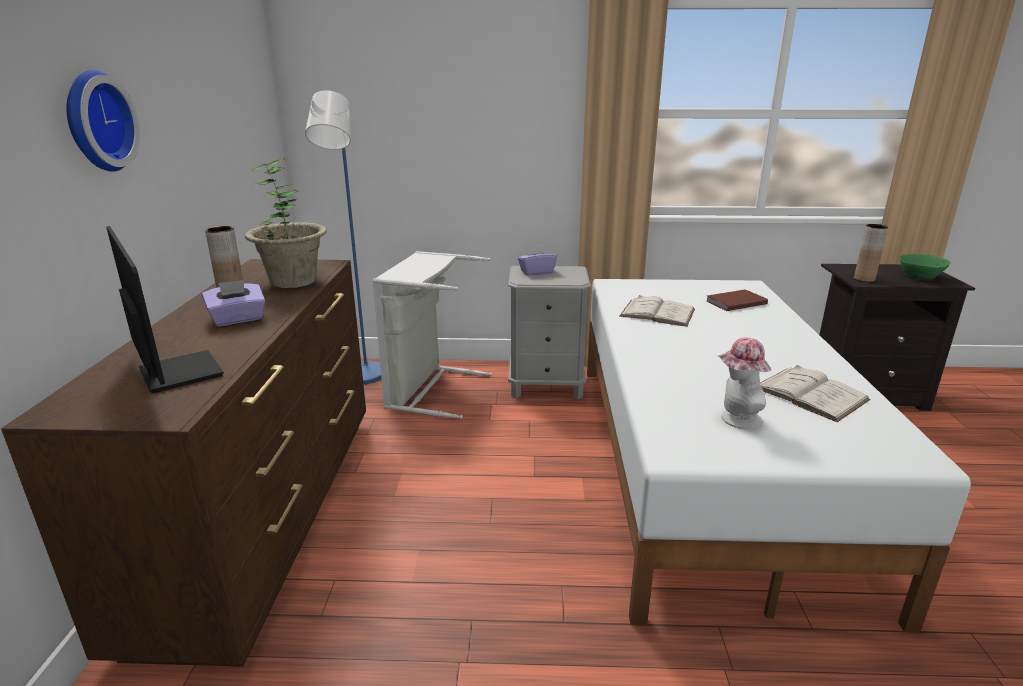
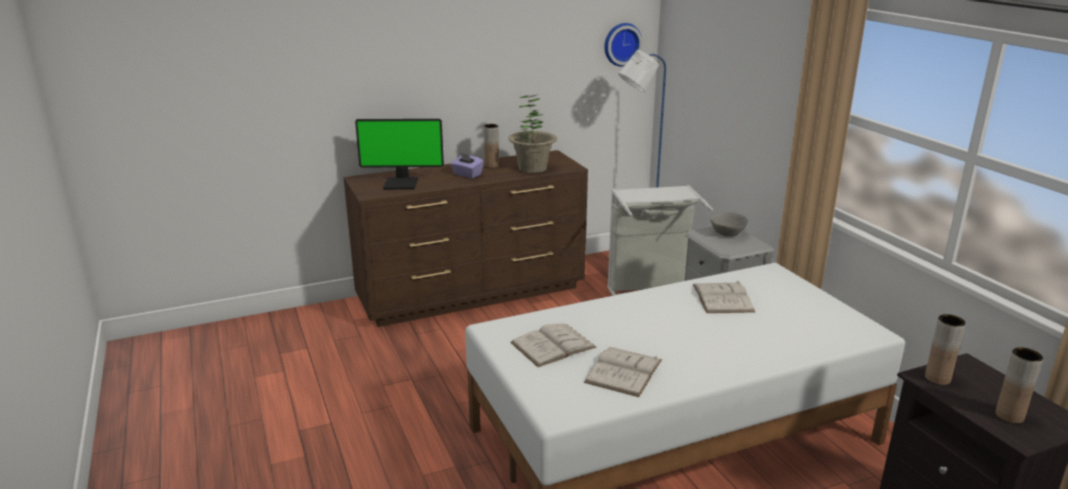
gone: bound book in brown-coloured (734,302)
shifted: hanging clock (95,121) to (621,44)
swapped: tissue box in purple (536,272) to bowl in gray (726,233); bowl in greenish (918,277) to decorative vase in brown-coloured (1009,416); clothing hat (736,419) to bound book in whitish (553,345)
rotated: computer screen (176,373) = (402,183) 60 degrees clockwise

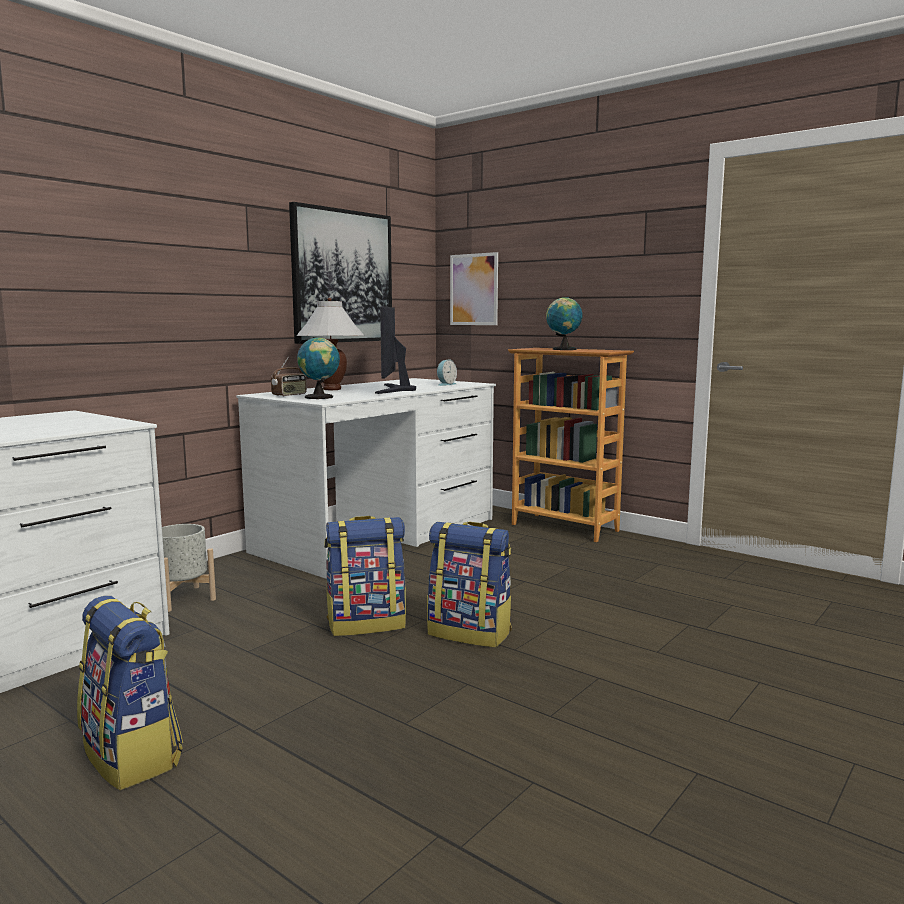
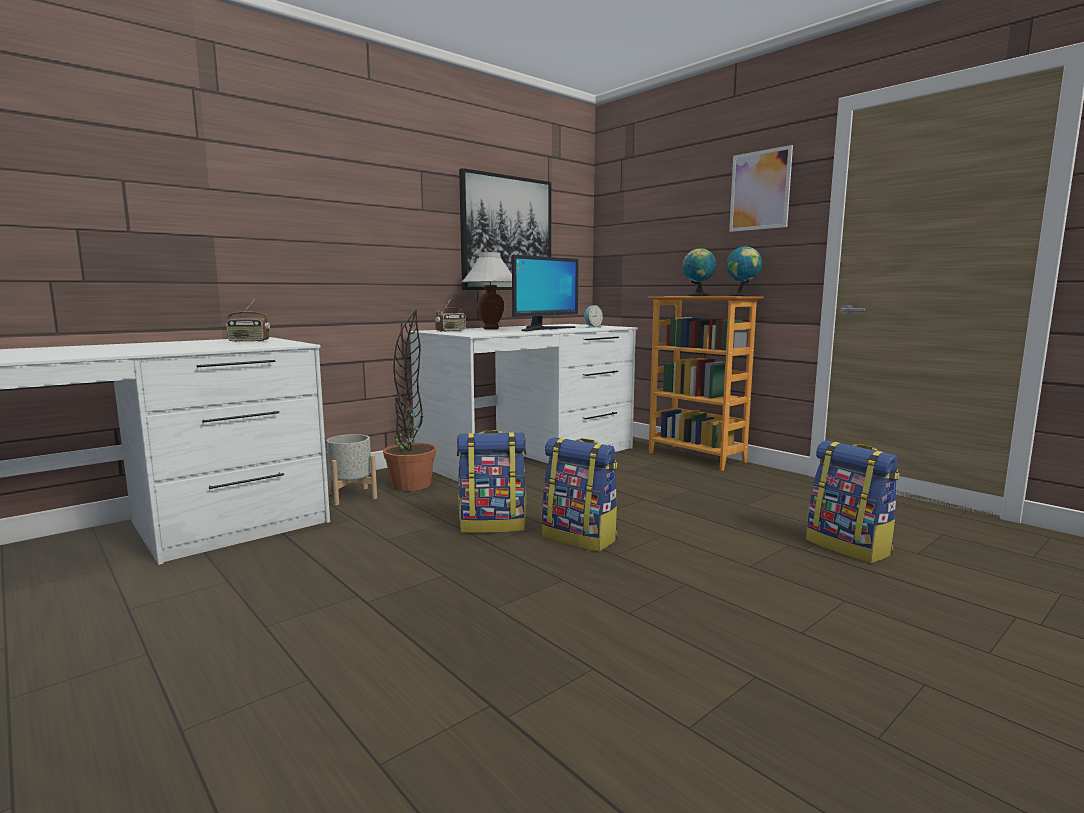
new: radio receiver (248,341); potted plant (411,485)
shifted: wall picture (474,289) to (760,190); globe (320,397) to (742,296); rucksack (133,755) to (849,547)
rotated: computer screen (394,389) = (543,329) 150 degrees counterclockwise

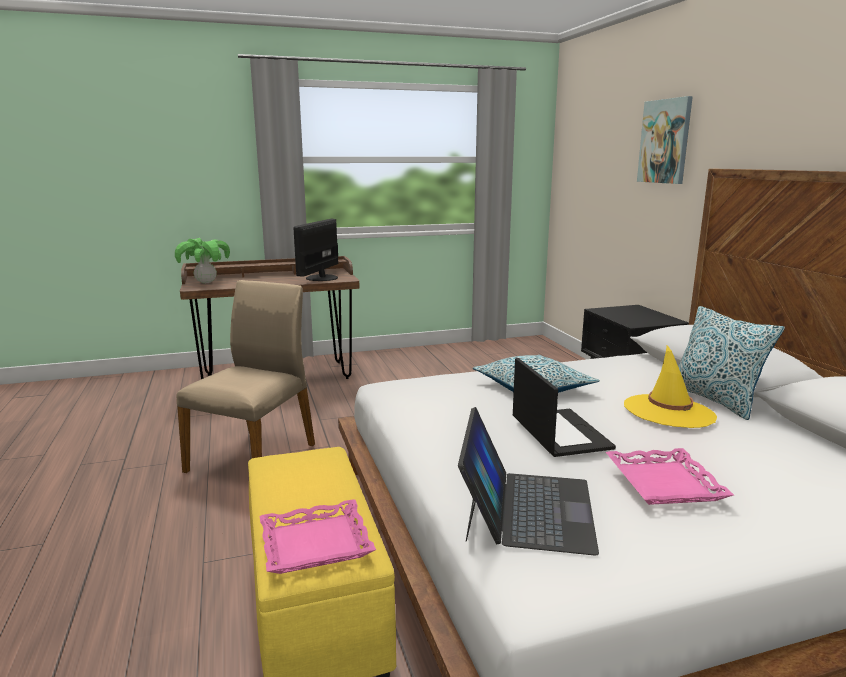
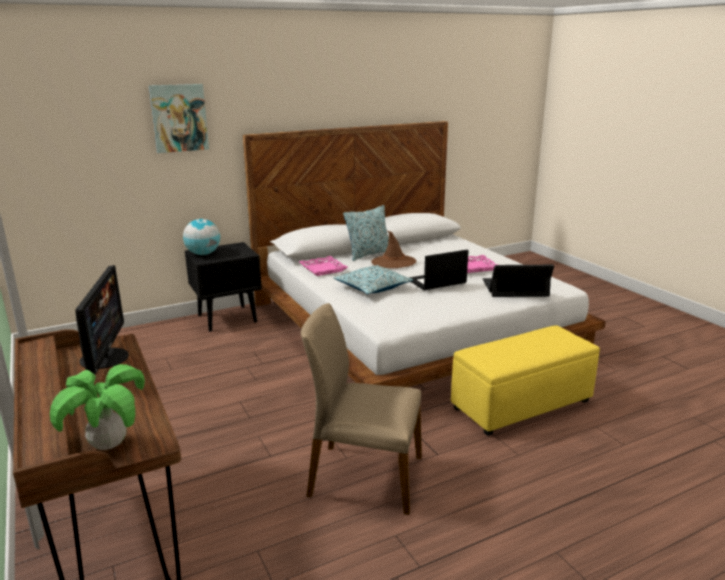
new: globe (203,254)
shifted: carrying tray in pinkish (315,544) to (323,269)
repainted: clothing hat in yellow-coloured (669,411) to clothing hat in brown-coloured (393,262)
rotated: computer screen (321,278) = (105,358) 105 degrees counterclockwise

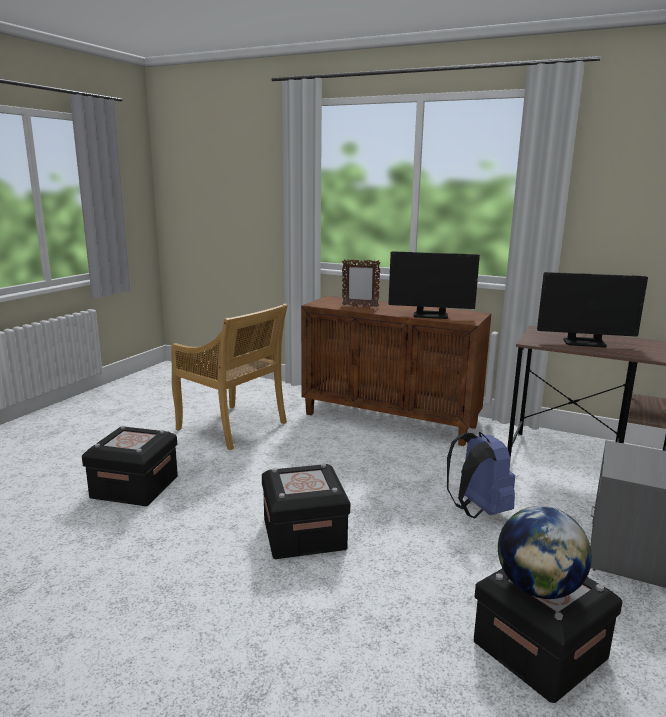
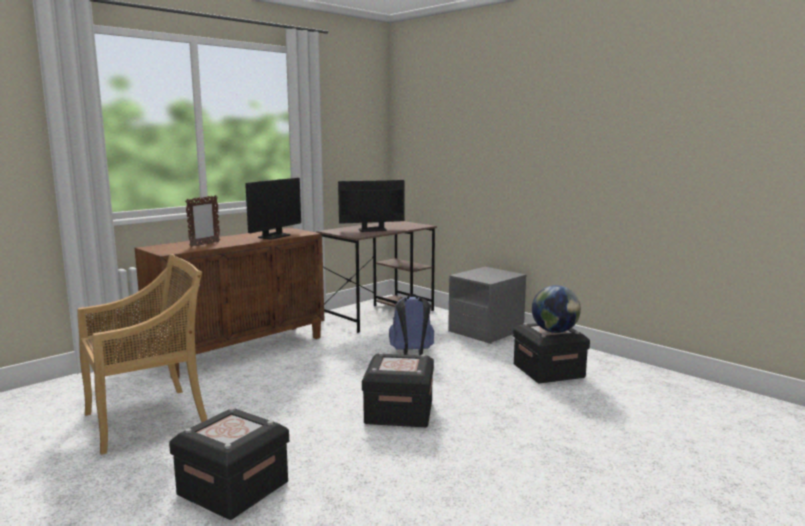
rotated: computer screen (584,343) = (372,230) 135 degrees counterclockwise

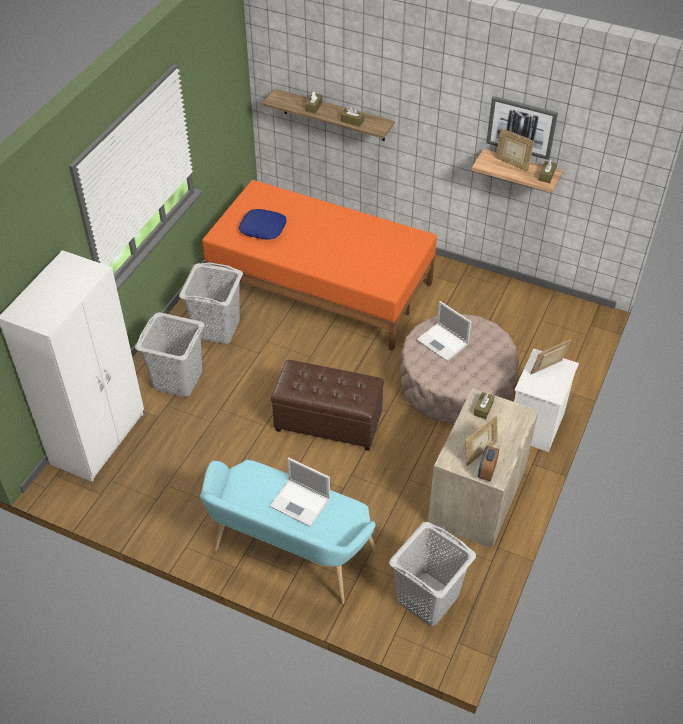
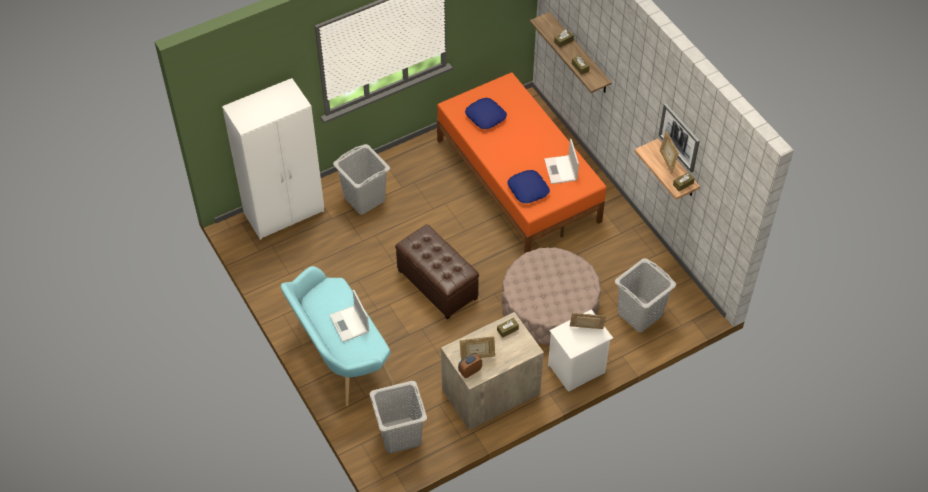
new: throw pillow in blue (528,189)
shifted: hamper in gray (217,328) to (640,314); portable computer (443,342) to (561,170)

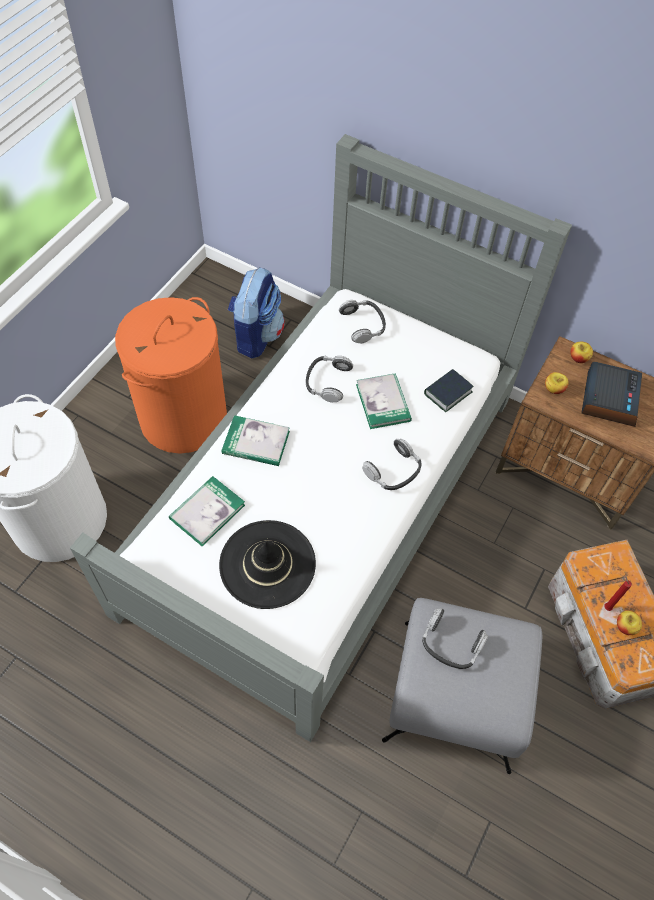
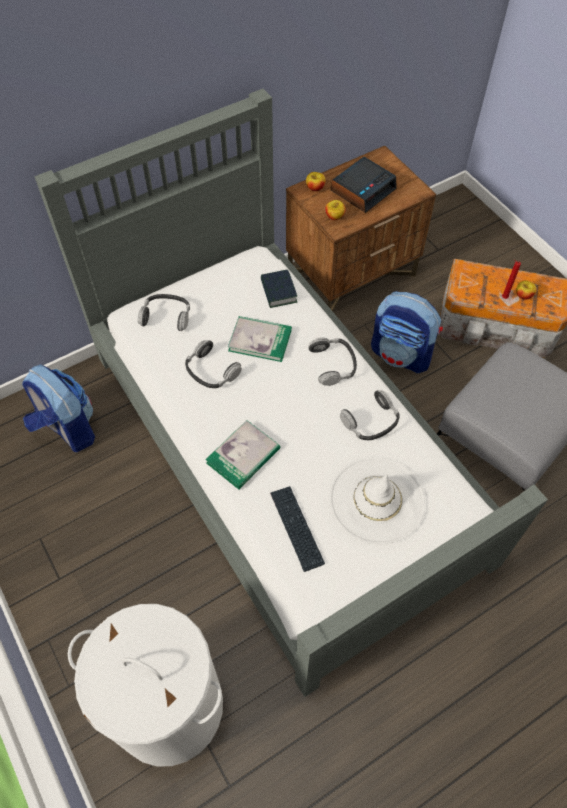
gone: hamper in orange (183,417)
new: rucksack (402,354)
shifted: headphones (451,644) to (371,421)
swapped: bound book (207,512) to PC keyboard (296,528)
repainted: clothing hat in blackish (267,564) to clothing hat in whitish (376,500)
rotated: table clock (609,398) = (363,189) 90 degrees clockwise

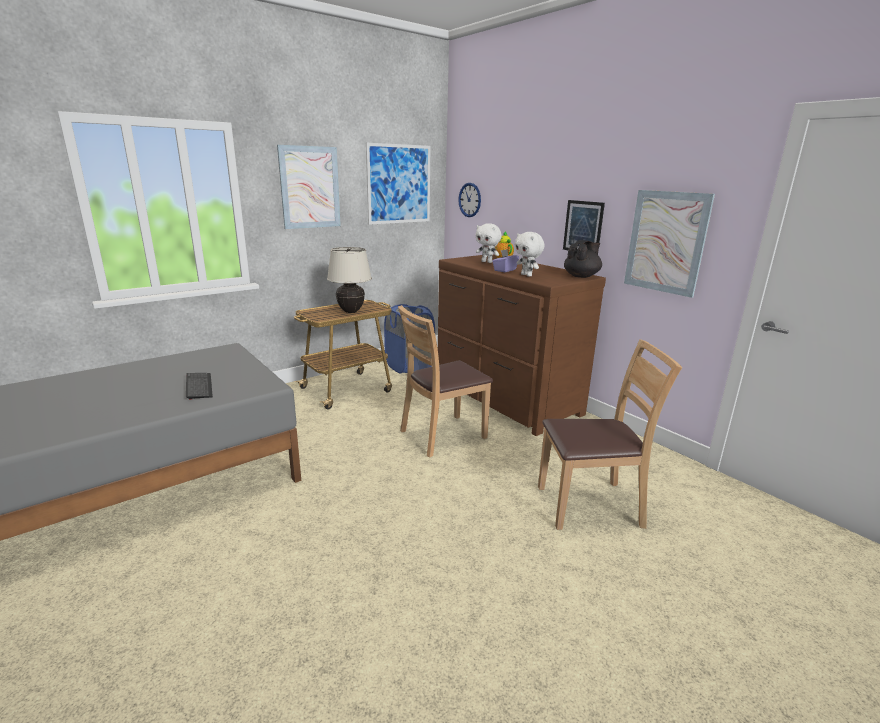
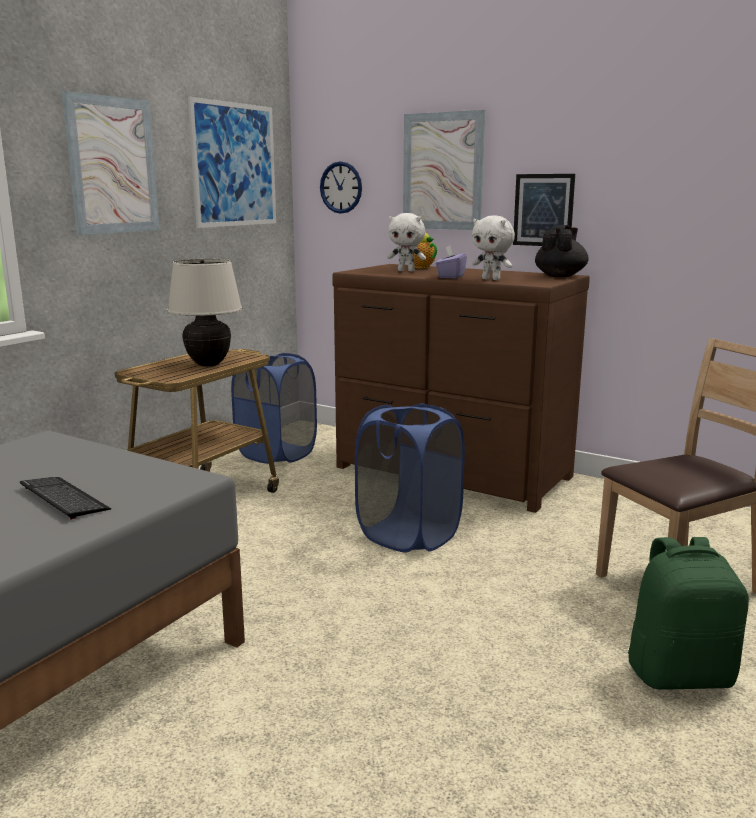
new: rucksack in greenish (680,674)
shifted: wall picture (666,242) to (443,171)
swapped: plain chair in brown-coloured (442,435) to hamper in blue (408,535)

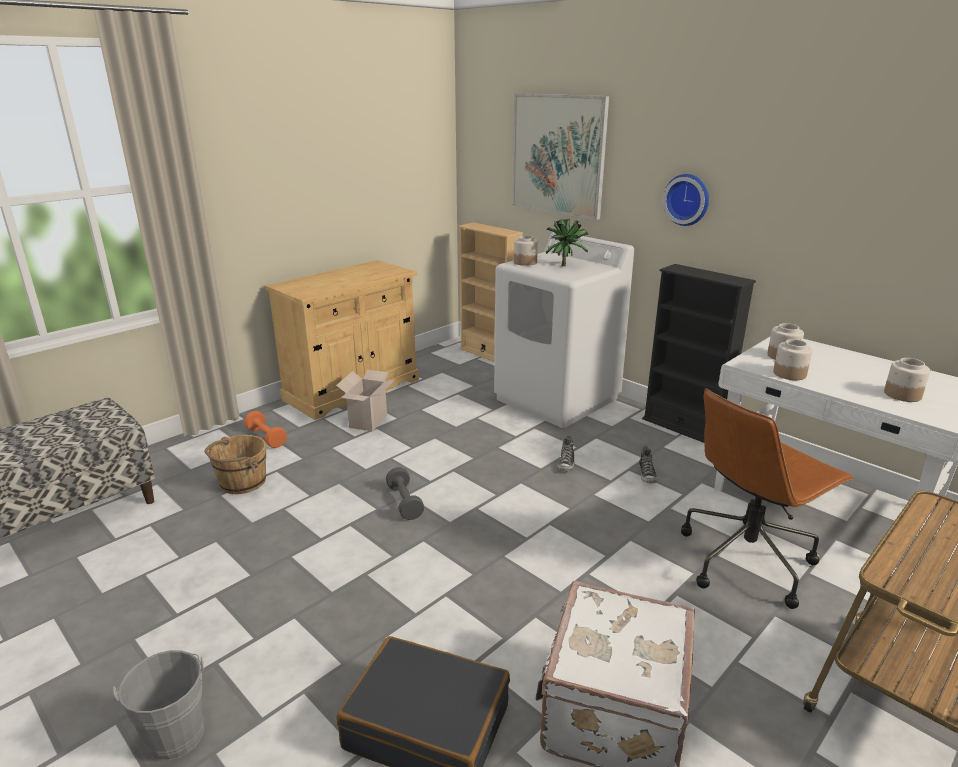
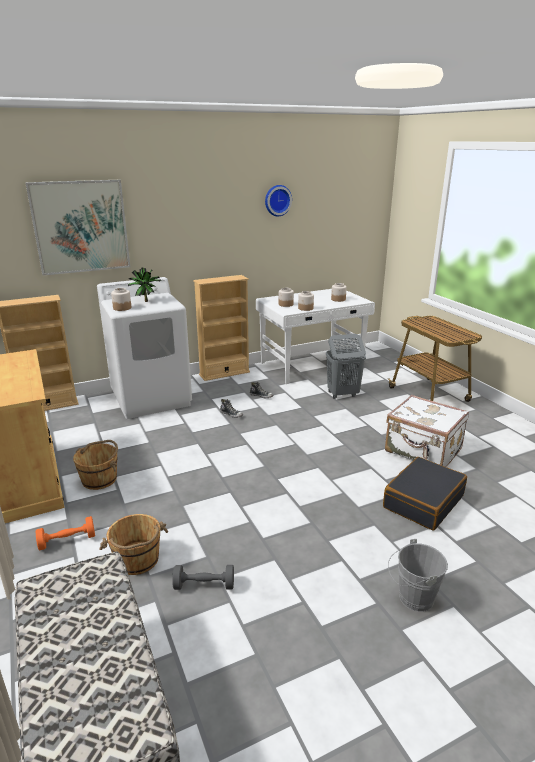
shifted: hanging clock (687,199) to (277,200); dumbbell in gray (404,502) to (204,585)
swapped: carton (369,422) to bucket in brown-coloured (100,479); office chair in brown-coloured (746,560) to hamper in gray (342,394)
repainted: bookshelf in blackish (684,428) to bookshelf in beige-coloured (224,373)

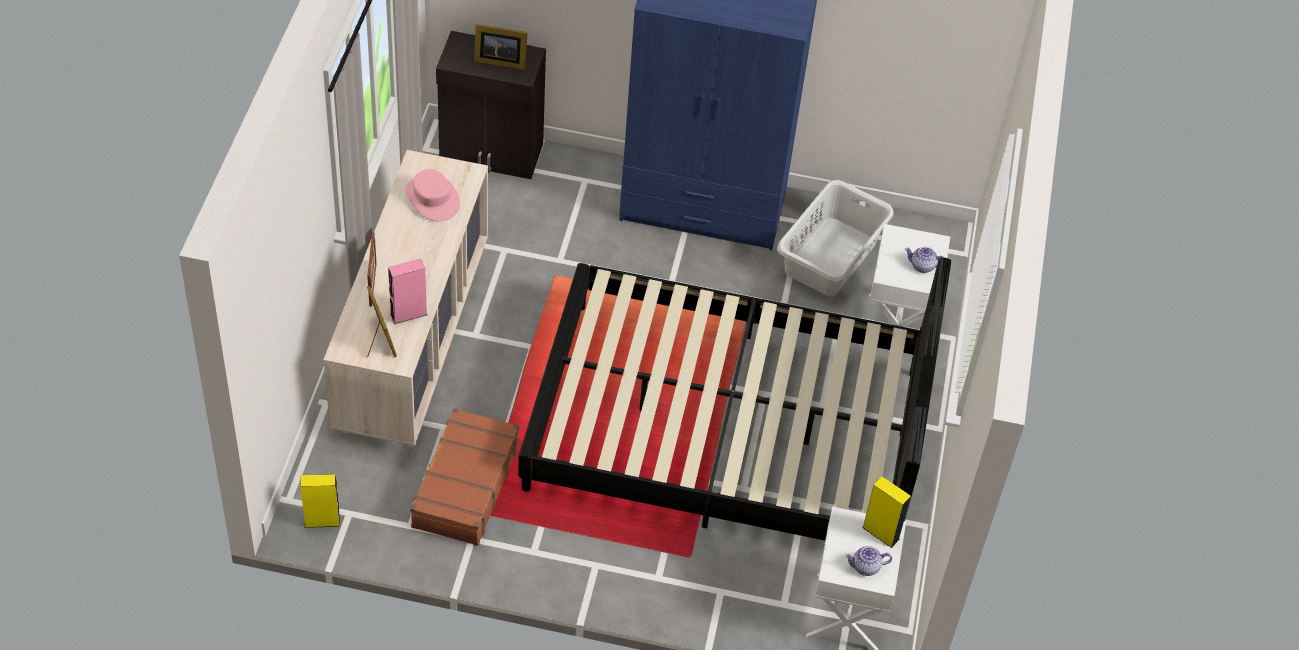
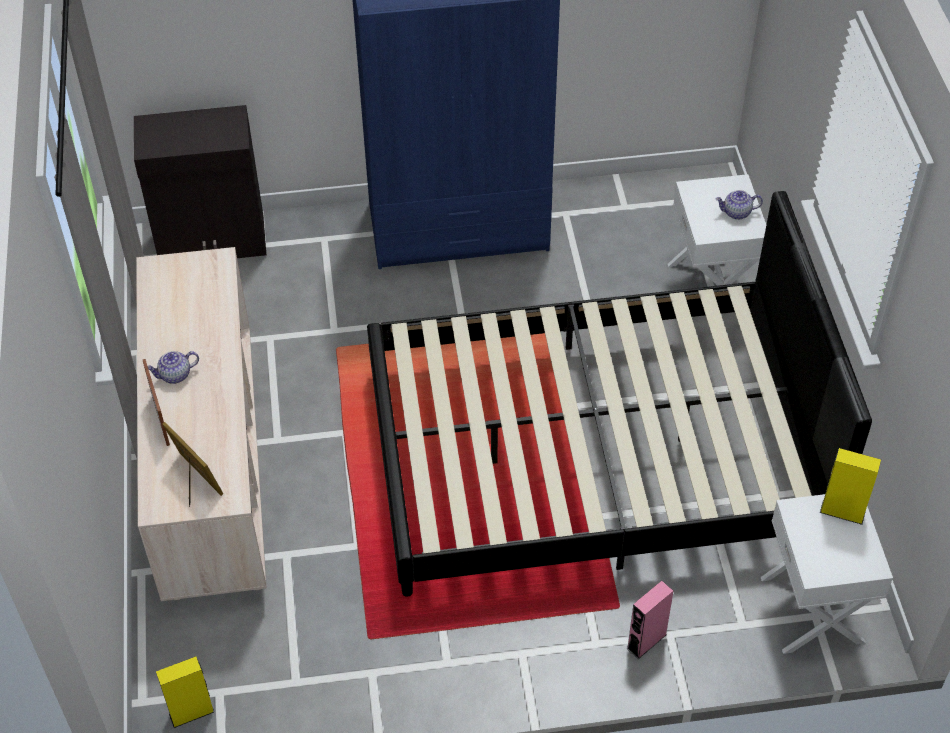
gone: photo frame (499,60); clothing hat in pinkish (432,198); hamper in gray (831,257); piece of luggage in brown-coloured (464,486)
shifted: audio speaker in pinkish (408,314) to (646,641); pot for tea (865,567) to (175,375)

